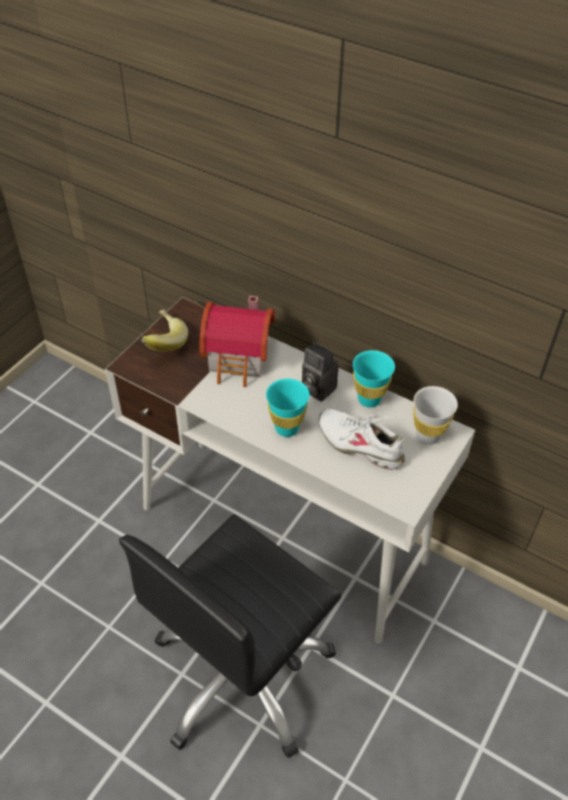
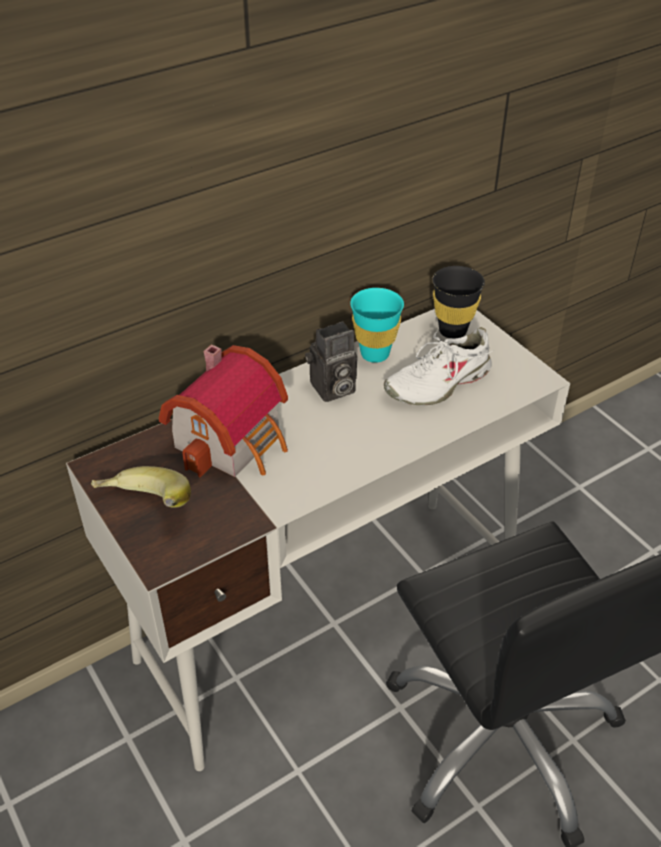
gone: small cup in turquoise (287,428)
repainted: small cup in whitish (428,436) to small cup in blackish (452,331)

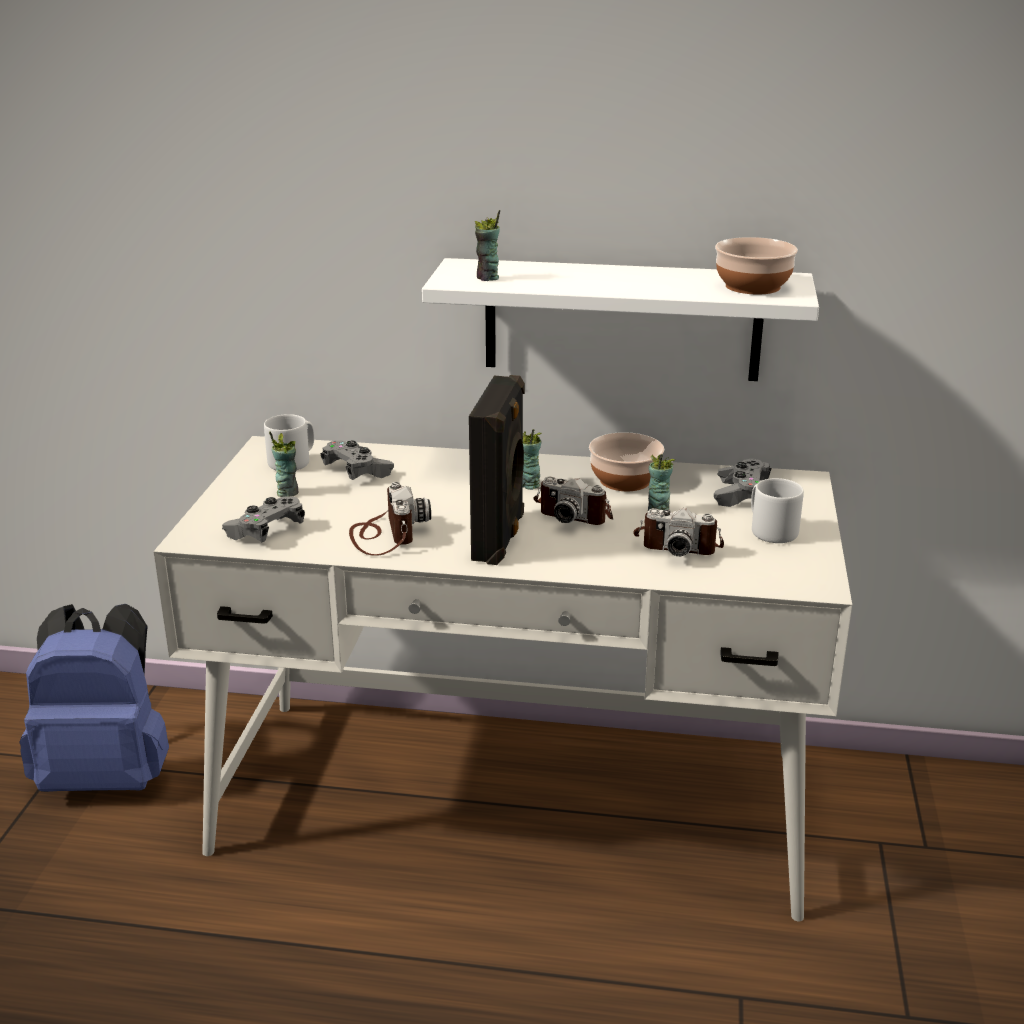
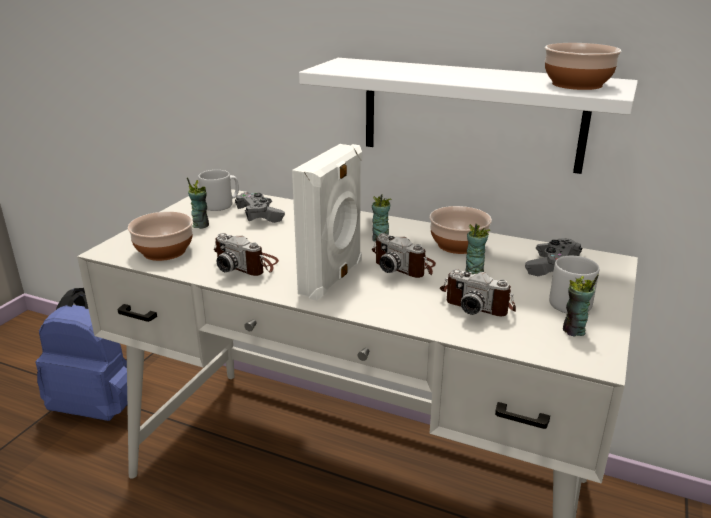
shifted: small cup (487,278) to (573,331)
swapped: game controller in gray (266,531) to bowl (164,251)
repainted: audio speaker in blackish (500,538) to audio speaker in whitish (333,278)
rotated: still camera (385,535) = (247,264) 120 degrees clockwise

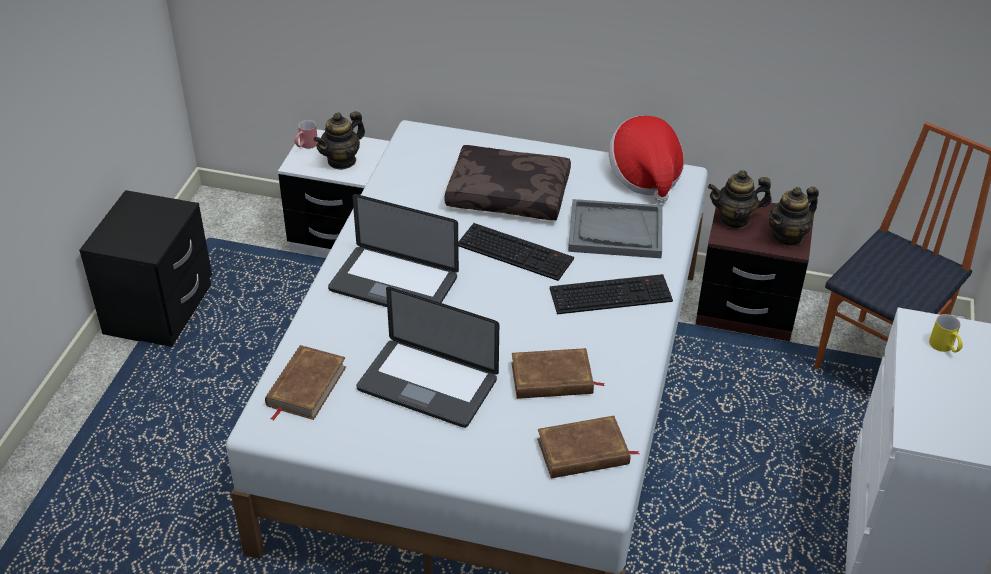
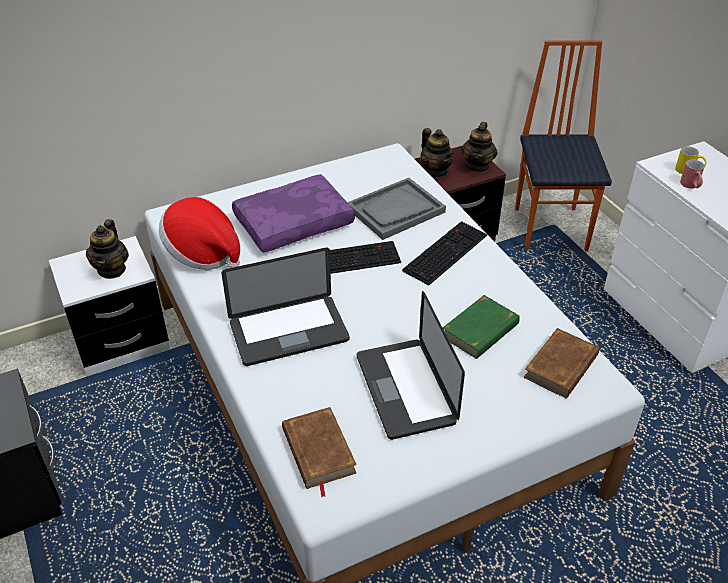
shifted: clothing hat (645,176) to (203,253); coffee mug in red (306,146) to (691,186)
repainted: throw pillow in brown-coloured (509,194) to throw pillow in purple (294,222); bound book in brown-coloured (552,379) to bound book in greenish (481,330)
rotated: pot for tea (735,219) = (436,171) 75 degrees counterclockwise; portable computer (427,385) = (405,389) 90 degrees clockwise

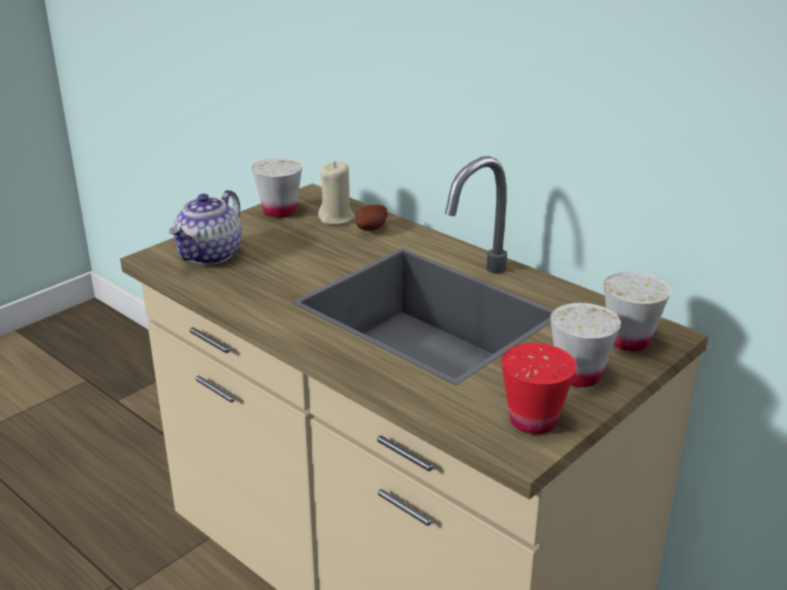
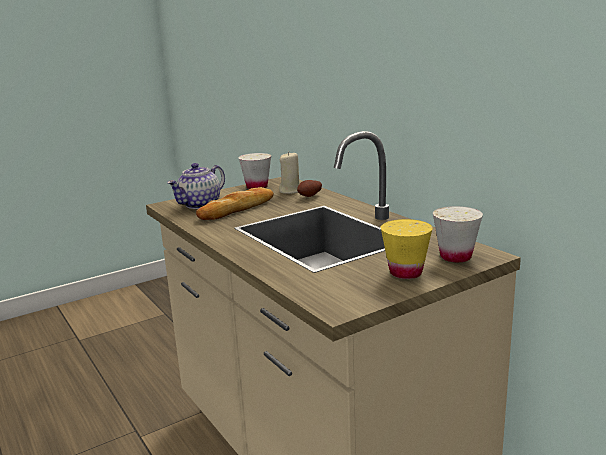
gone: small cup in red (533,421)
new: baked bread (238,209)
repainted: small cup in whitish (578,376) to small cup in yellow-coloured (405,273)

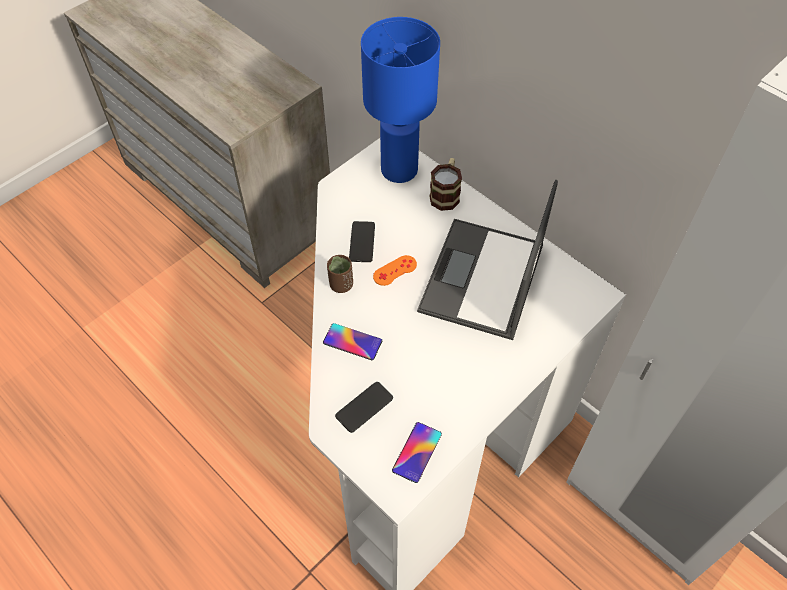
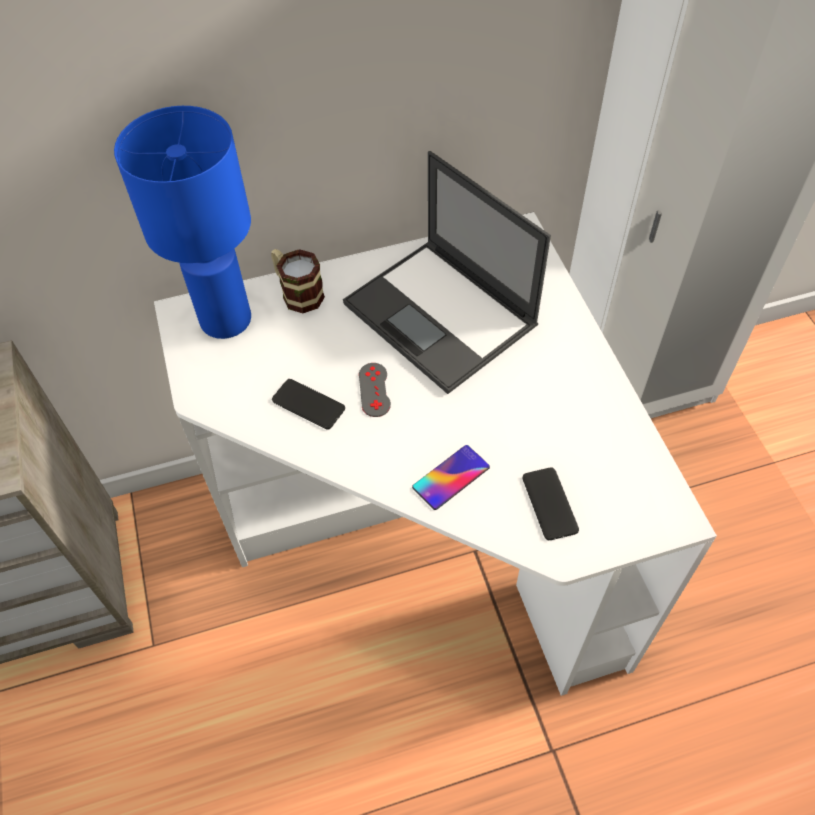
gone: small cup in brown-coloured (341,285); telephone (417,452)
repainted: game controller in orange (395,270) to game controller in gray (374,390)

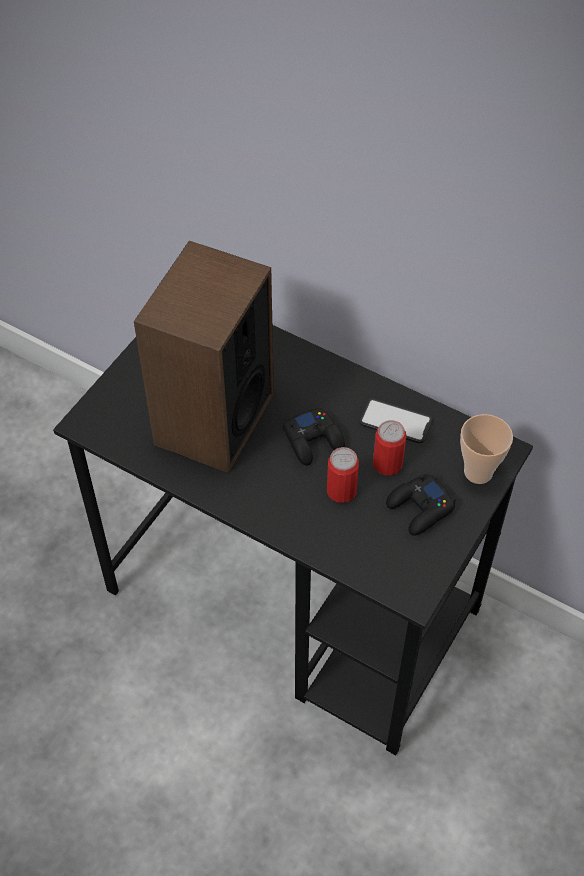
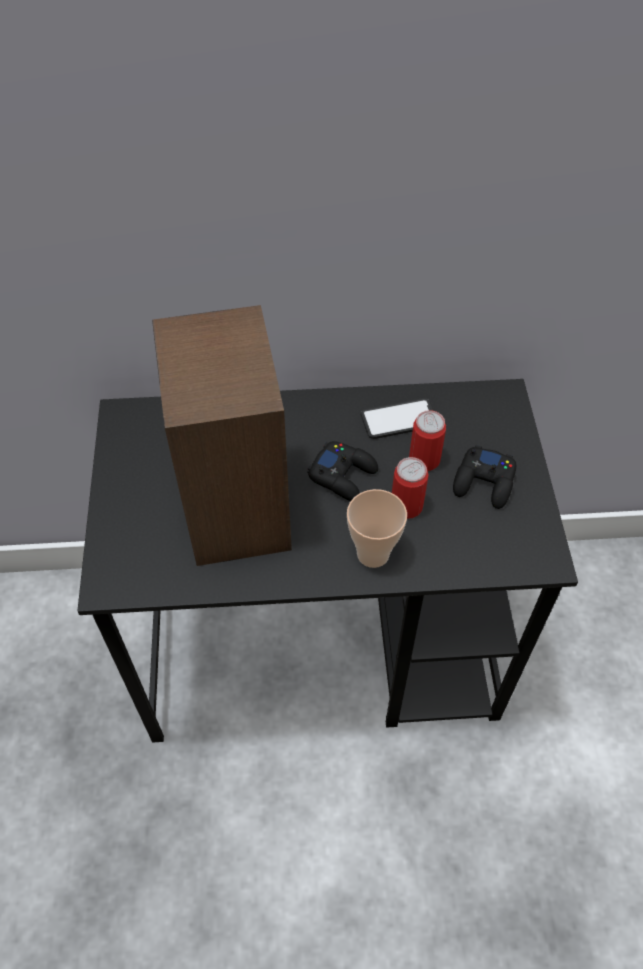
shifted: small cup (478,472) to (373,554)

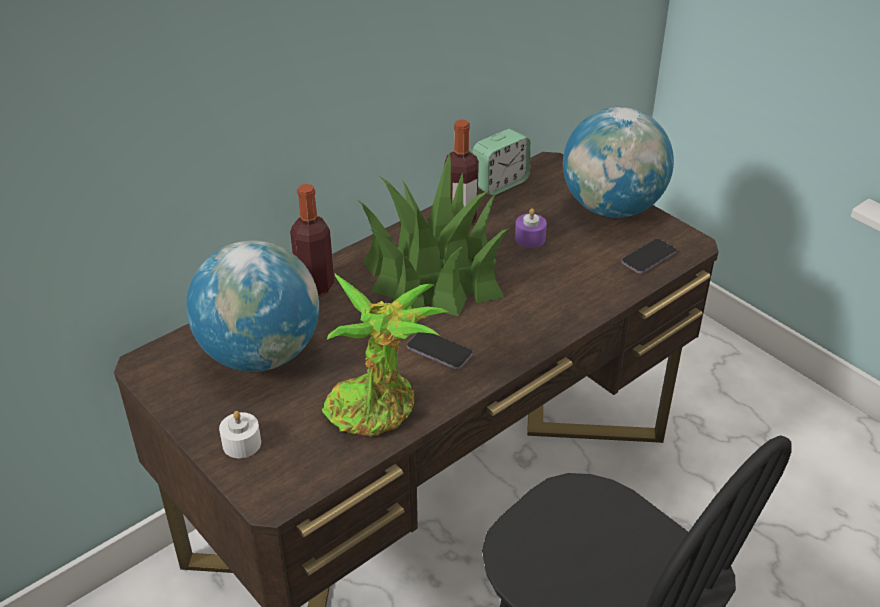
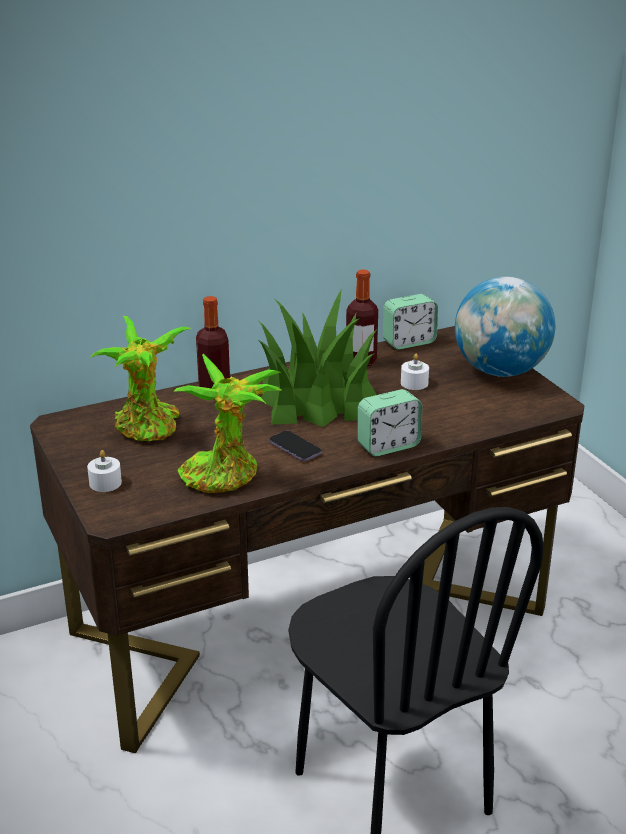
gone: telephone (648,258)
new: table clock (388,446)
swapped: globe (260,354) to potted plant (148,429)
repainted: wax candle in purple (530,239) to wax candle in whitish (414,383)

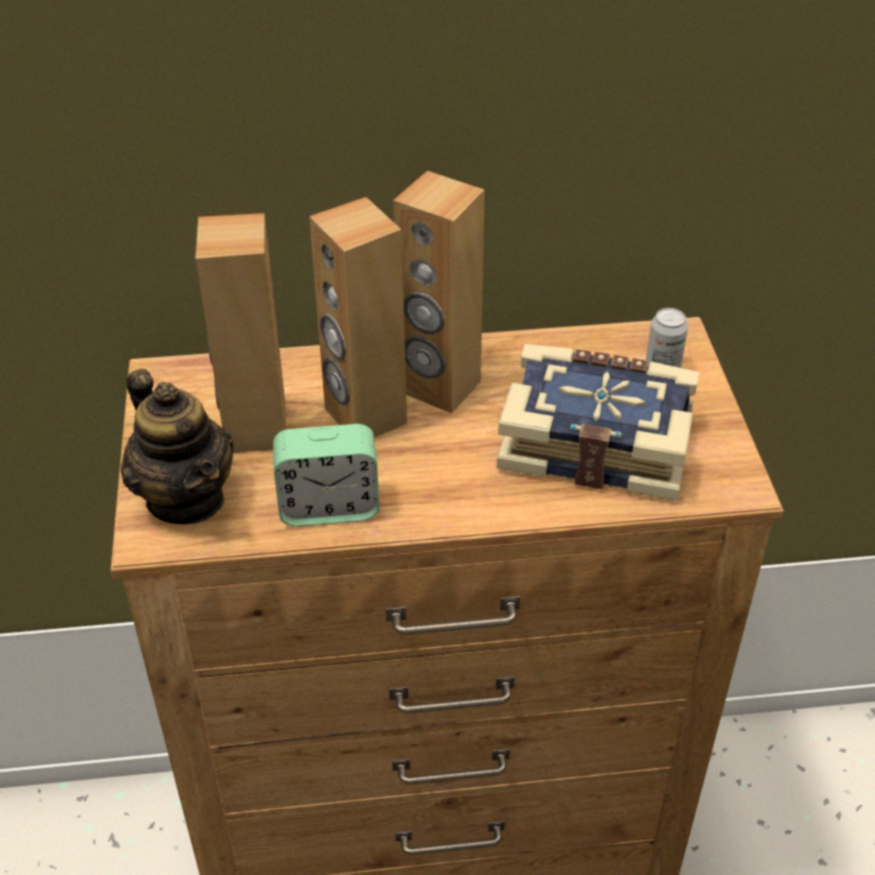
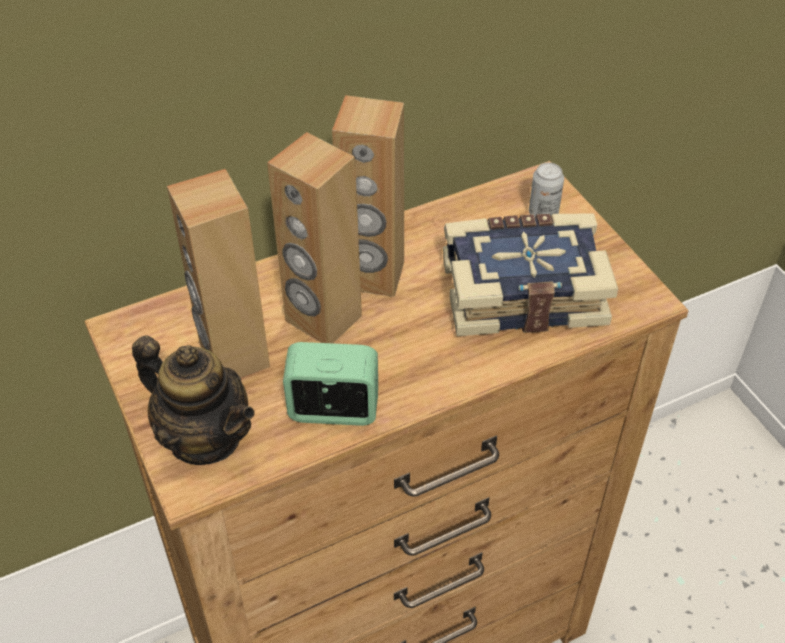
rotated: table clock (329,507) = (333,410) 150 degrees counterclockwise

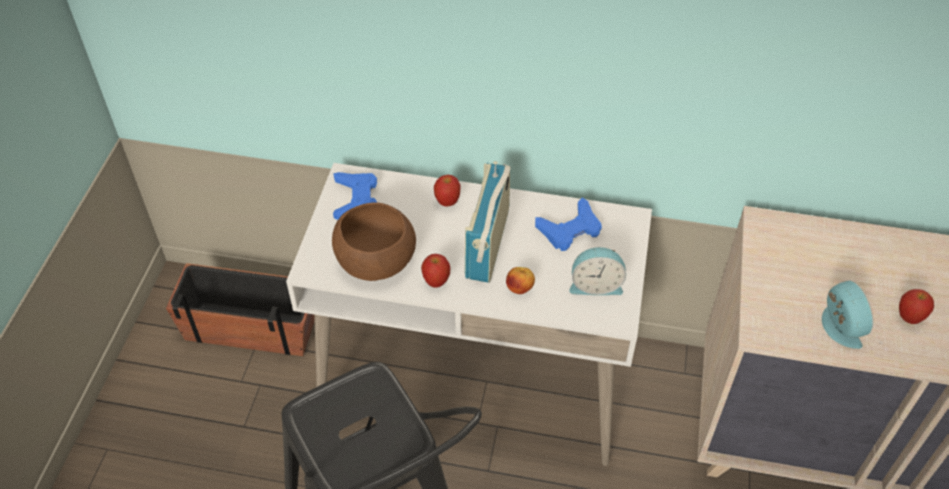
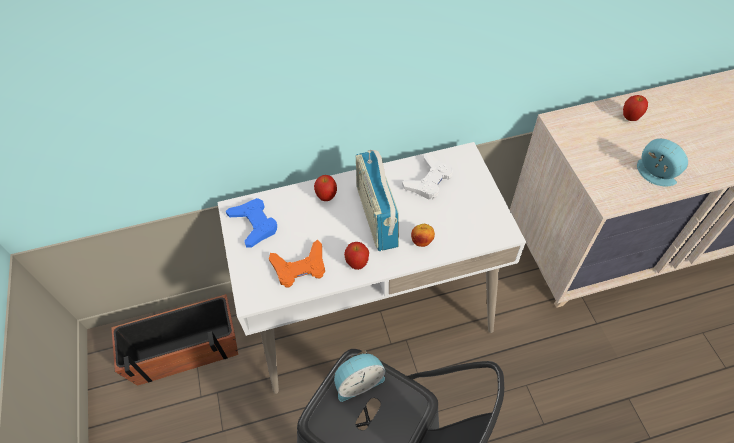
shifted: table clock (595,284) to (358,381); apple (909,318) to (630,118)
swapped: bowl in brown-coloured (375,261) to game controller in orange (300,267)
repainted: game controller in blue (570,230) to game controller in whitish (428,180)

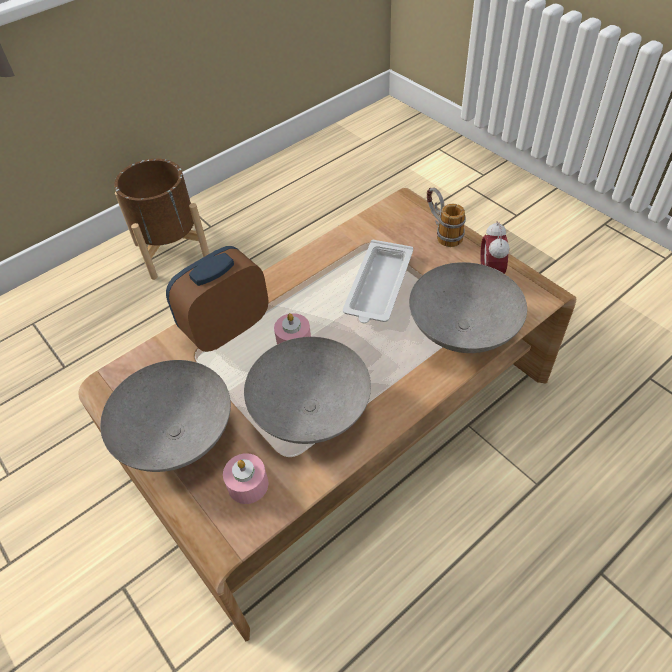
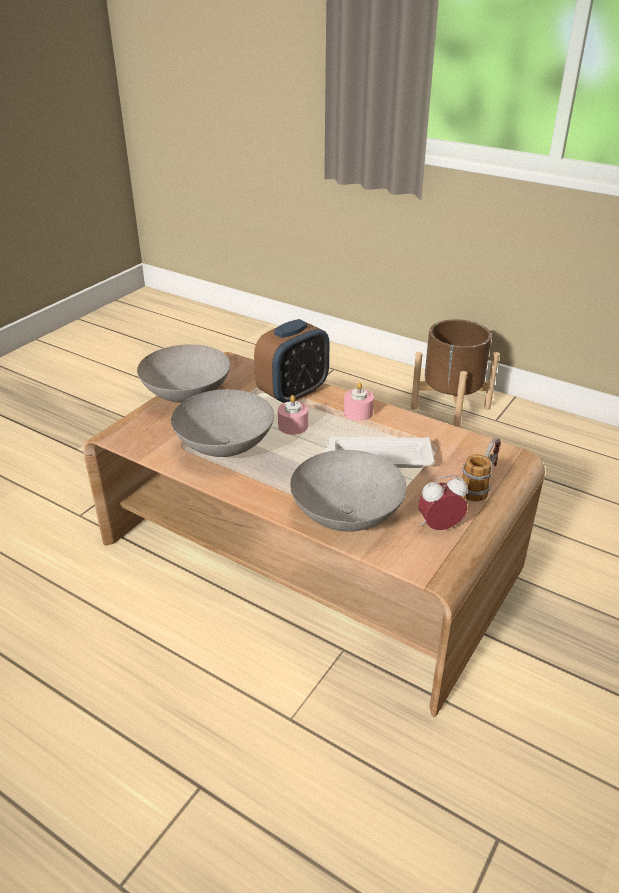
shifted: wax candle in pinkish (248,484) to (358,412)
rotated: table clock (226,328) = (293,393) 105 degrees clockwise

